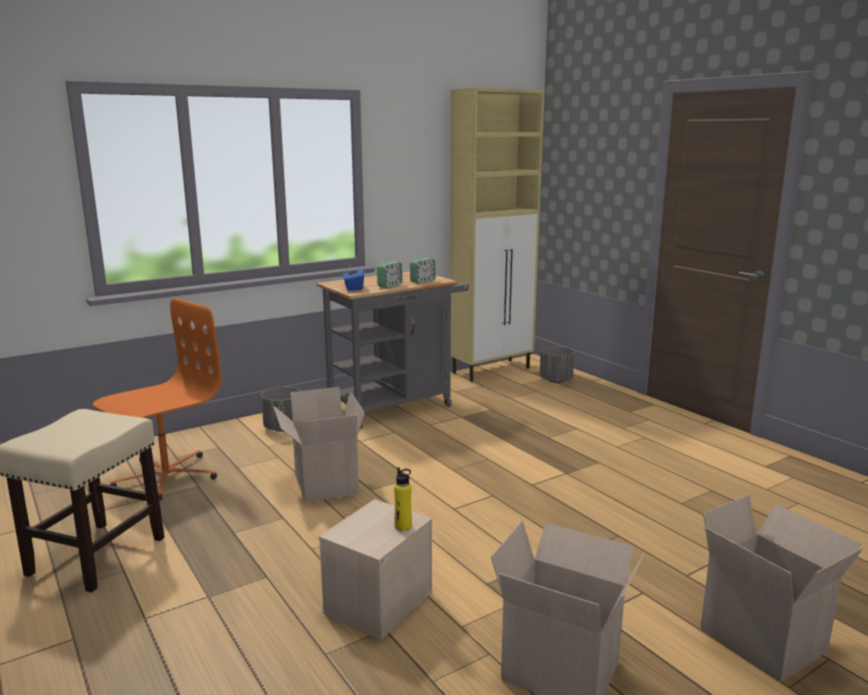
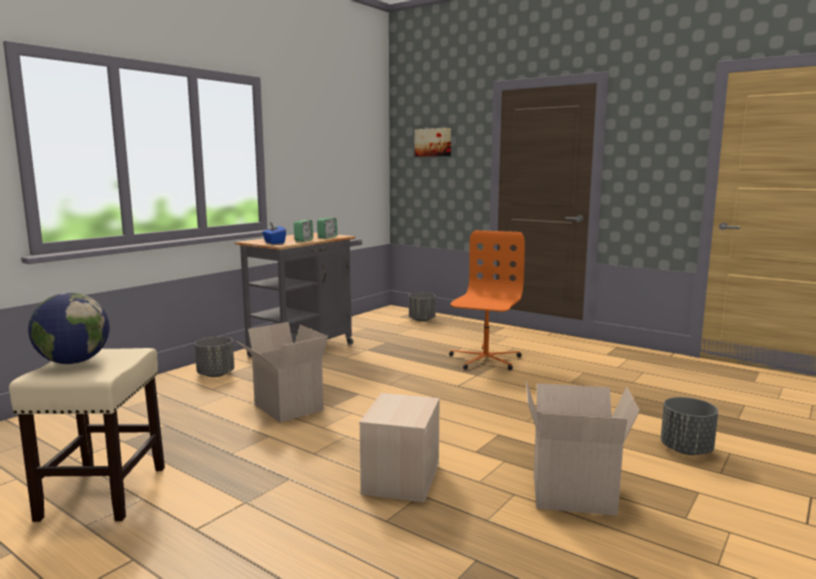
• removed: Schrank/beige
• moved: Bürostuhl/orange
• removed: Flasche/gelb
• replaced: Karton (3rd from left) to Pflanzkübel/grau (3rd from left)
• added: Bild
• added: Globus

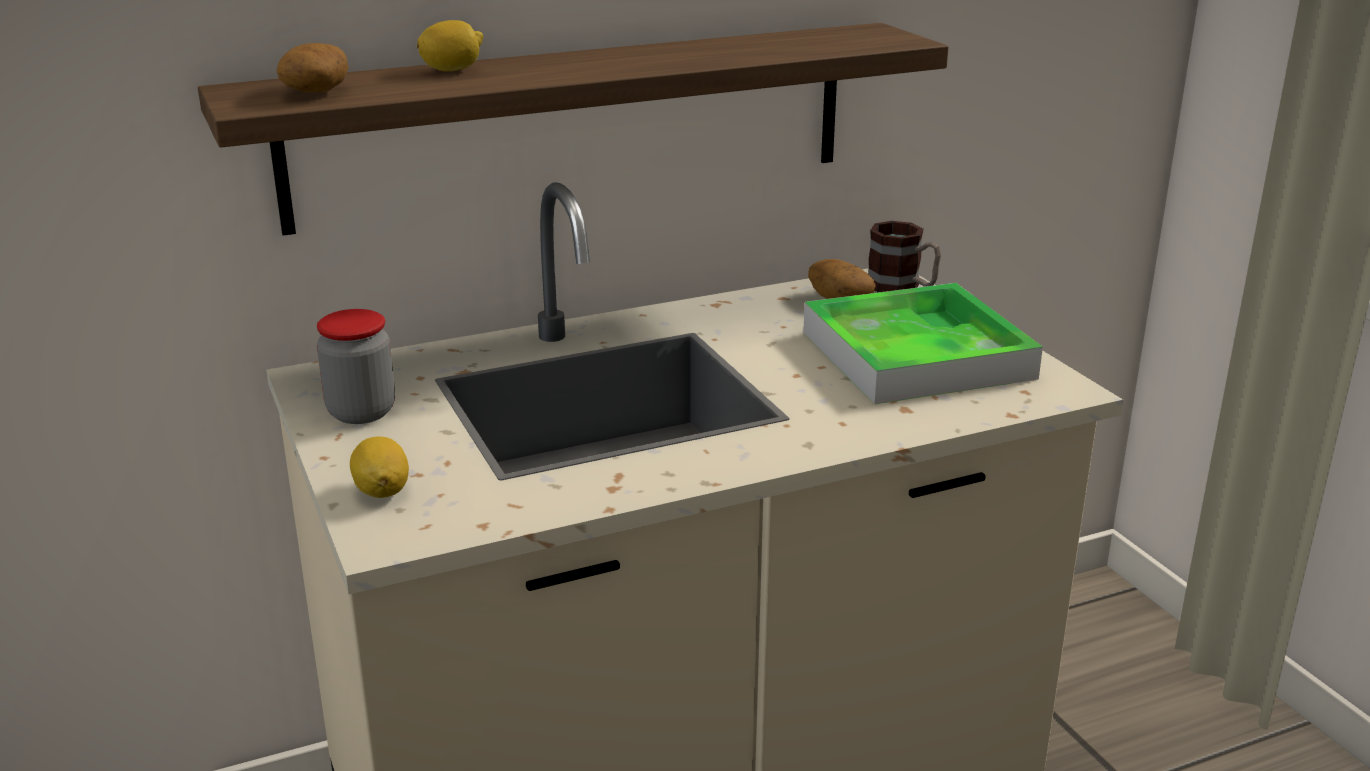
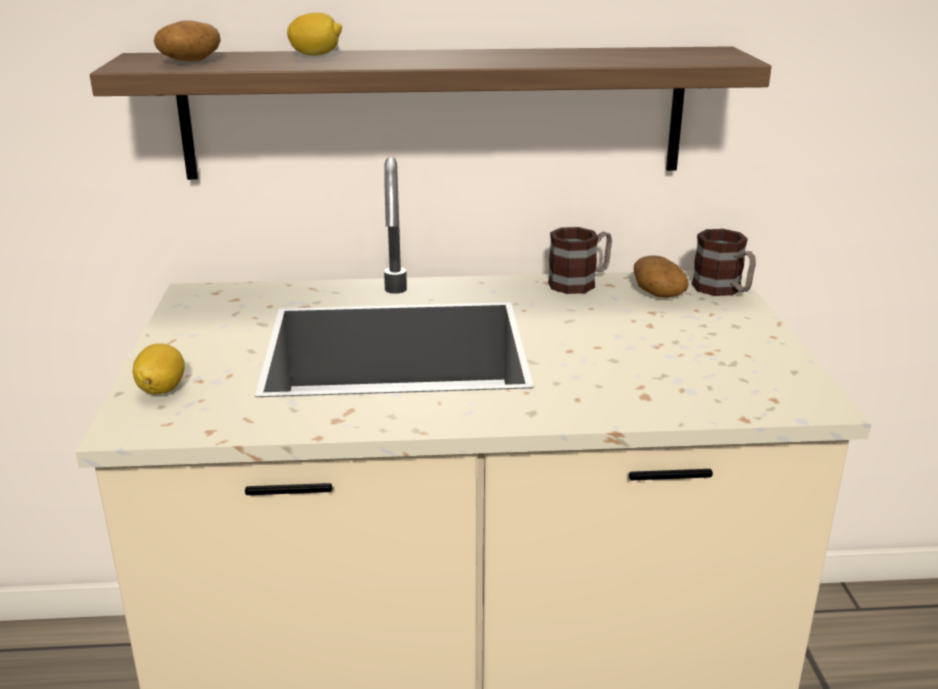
• removed: Tablett
• removed: Vorratsglas
• added: Henkelbecher (1st from left)

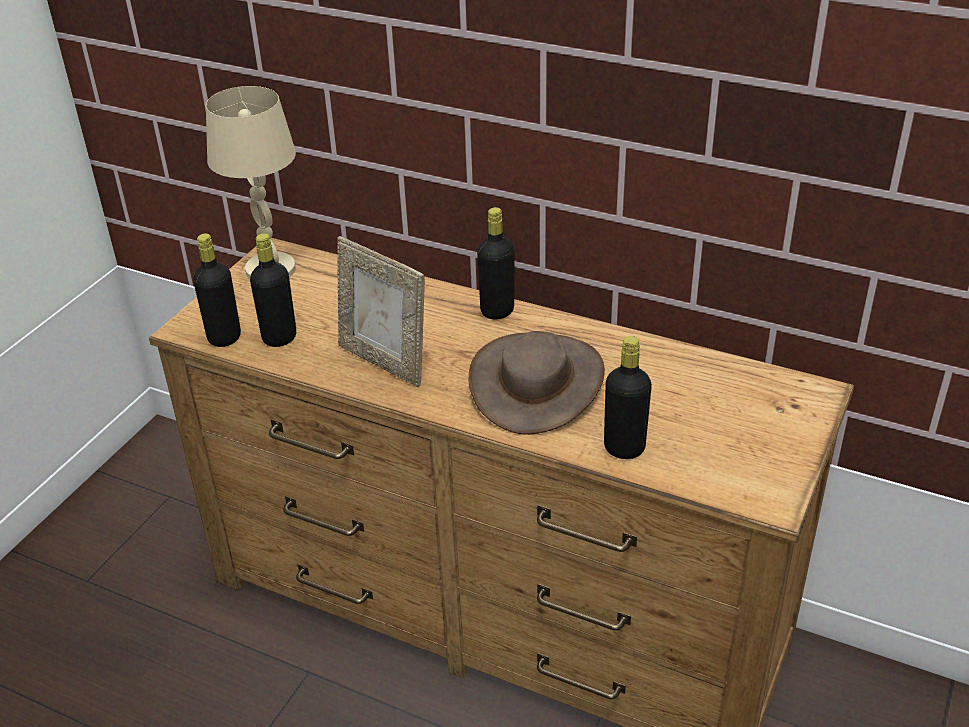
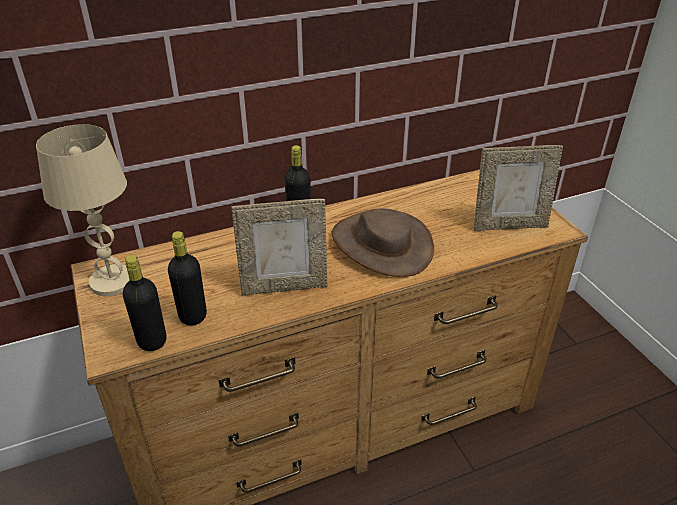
• removed: Flasche/schwarz (4th from left)
• added: Bilderrahmen (2nd from left)

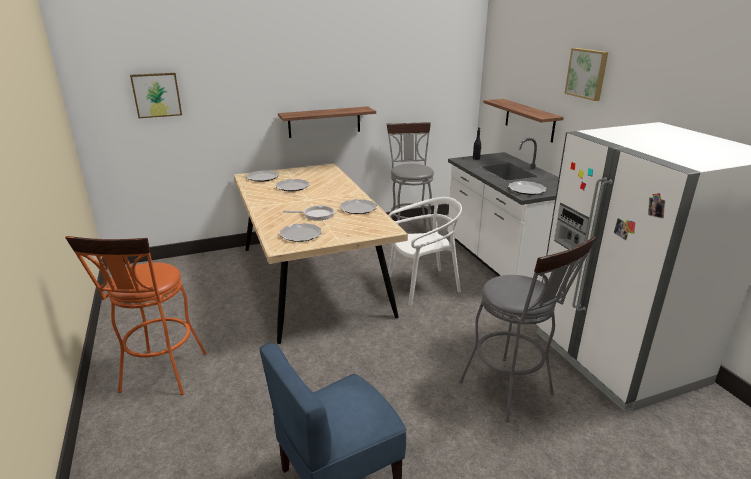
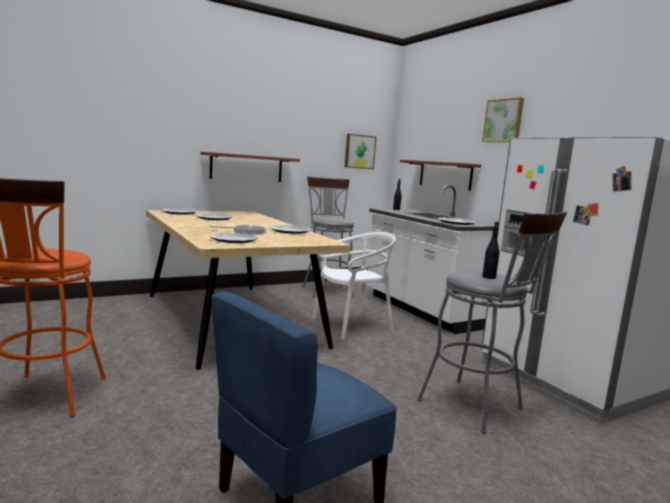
• moved: Bild (1st from left)
• added: Flasche/schwarz (2nd from left)

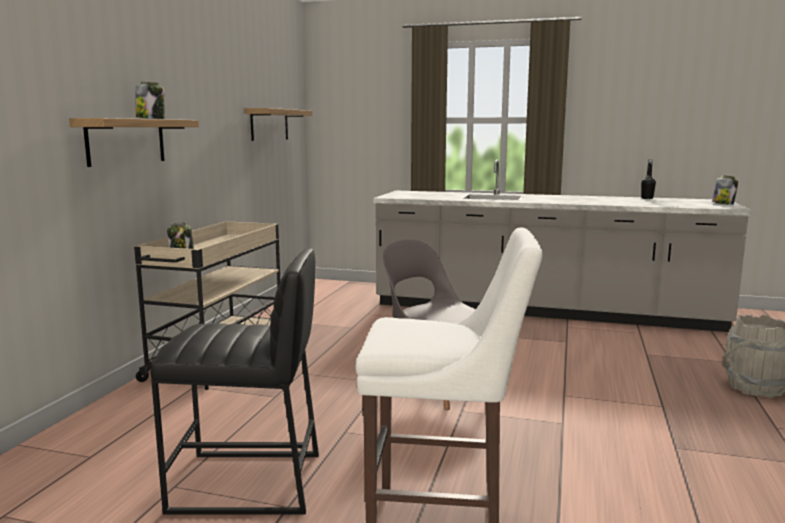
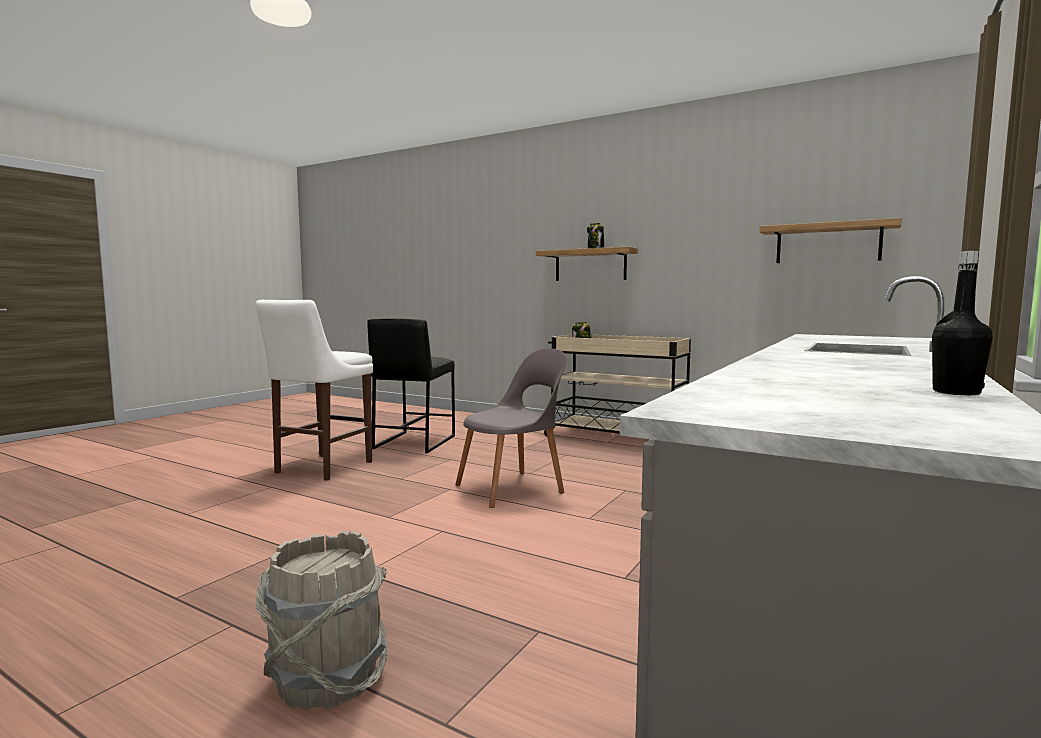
• removed: Vorratsglas (3rd from left)

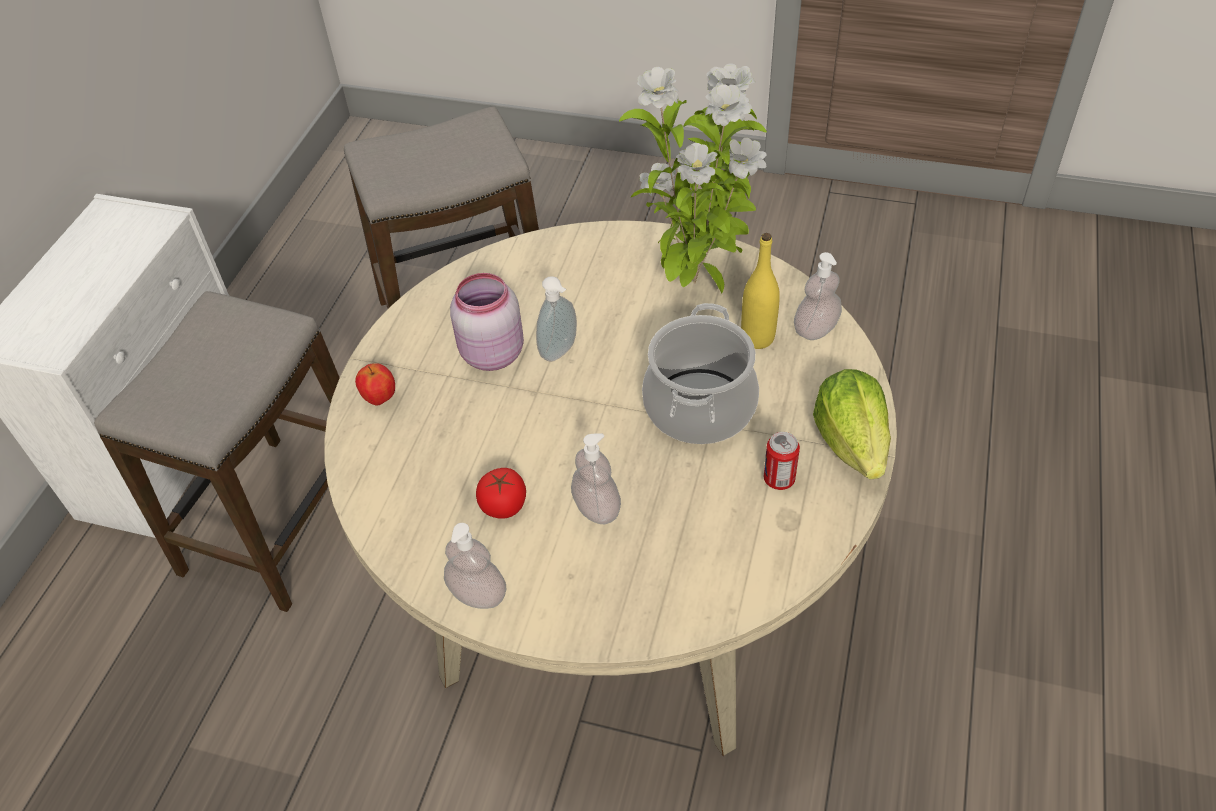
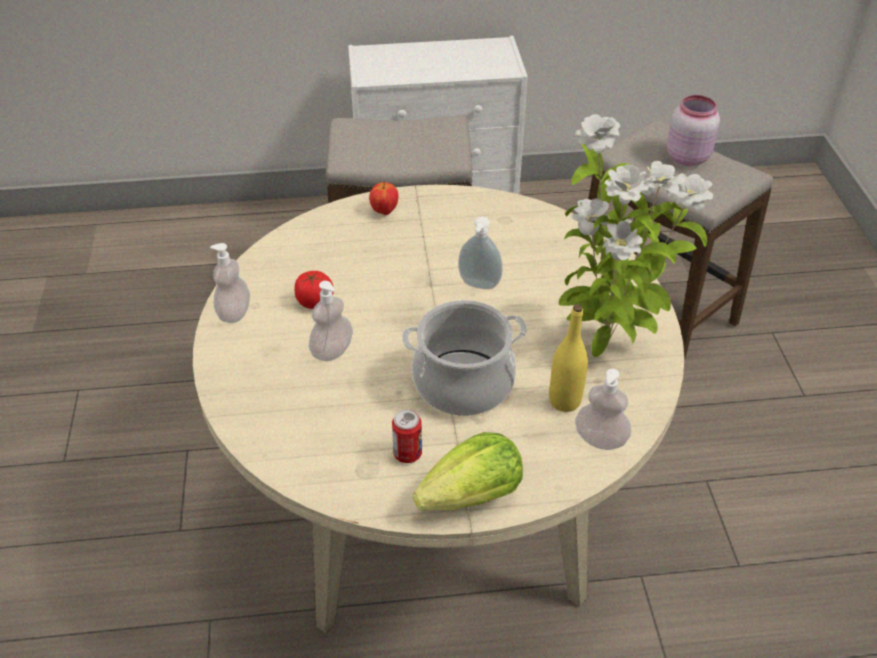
• moved: Vorratsglas/rosa

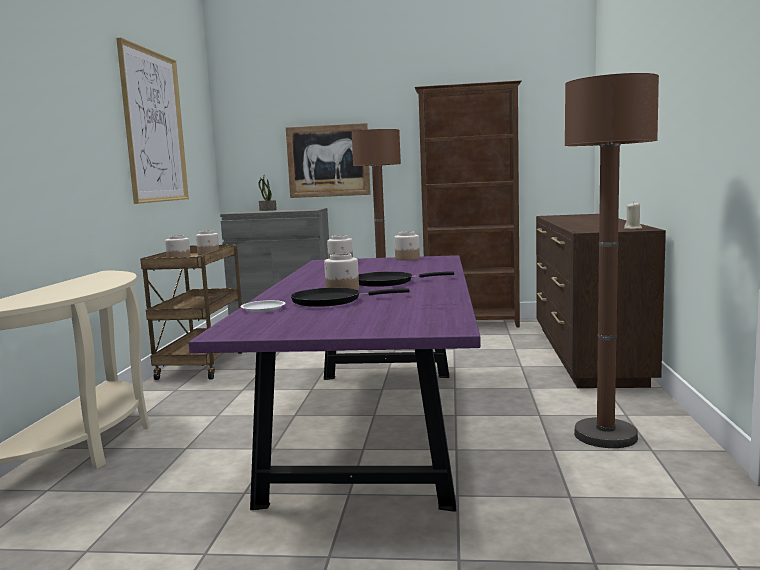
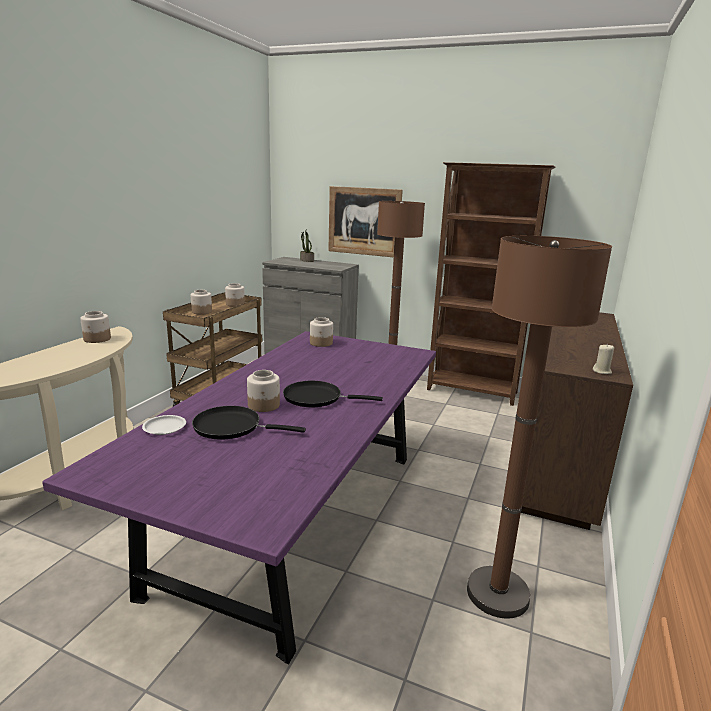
• removed: Bild (1st from left)
• moved: Vorratsglas (5th from left in the first image) to Vorratsglas (1st from left)

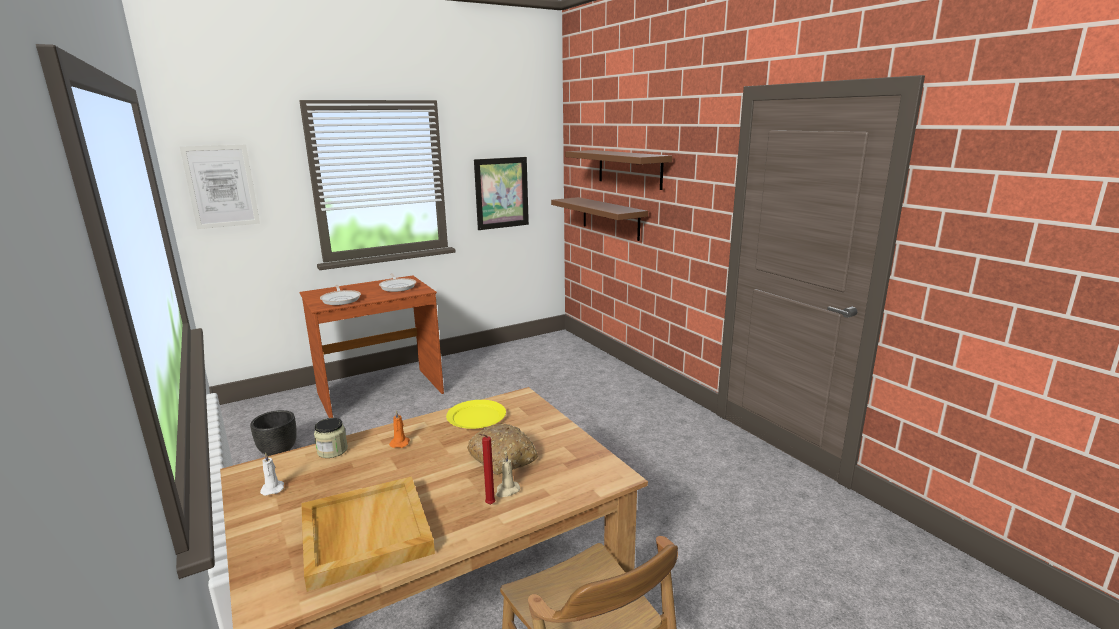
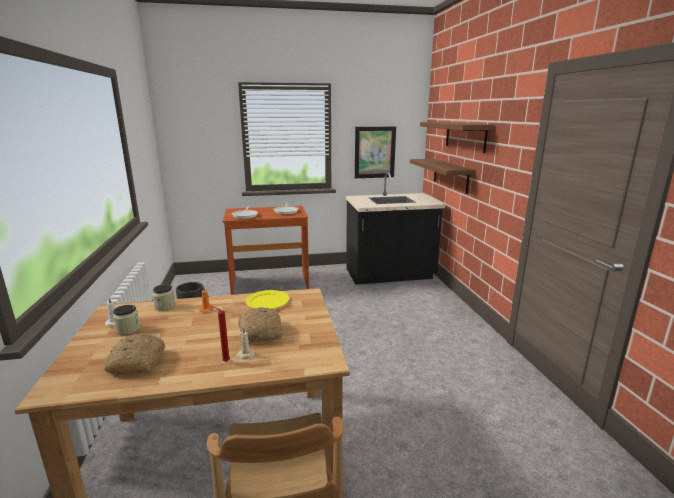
• removed: Bild (1st from left)
• replaced: Tablett/beige to Brot (1st from left)
• added: Küchenzeile/schwarz
• added: Vorratsglas (1st from left)

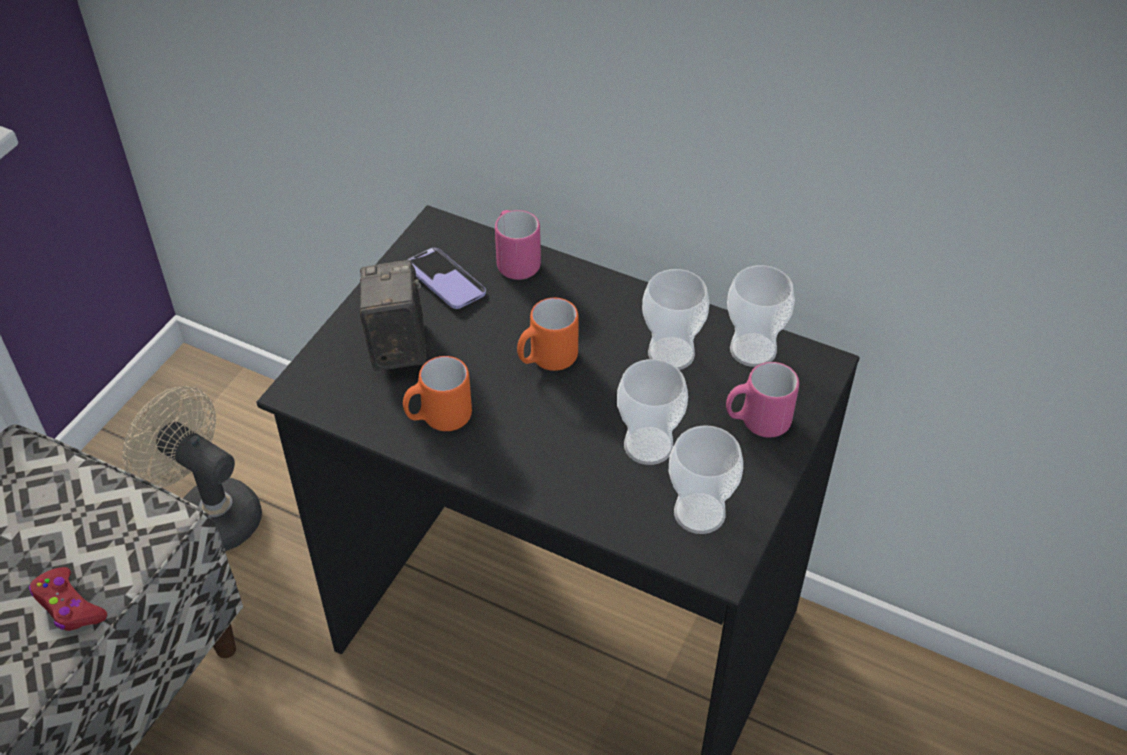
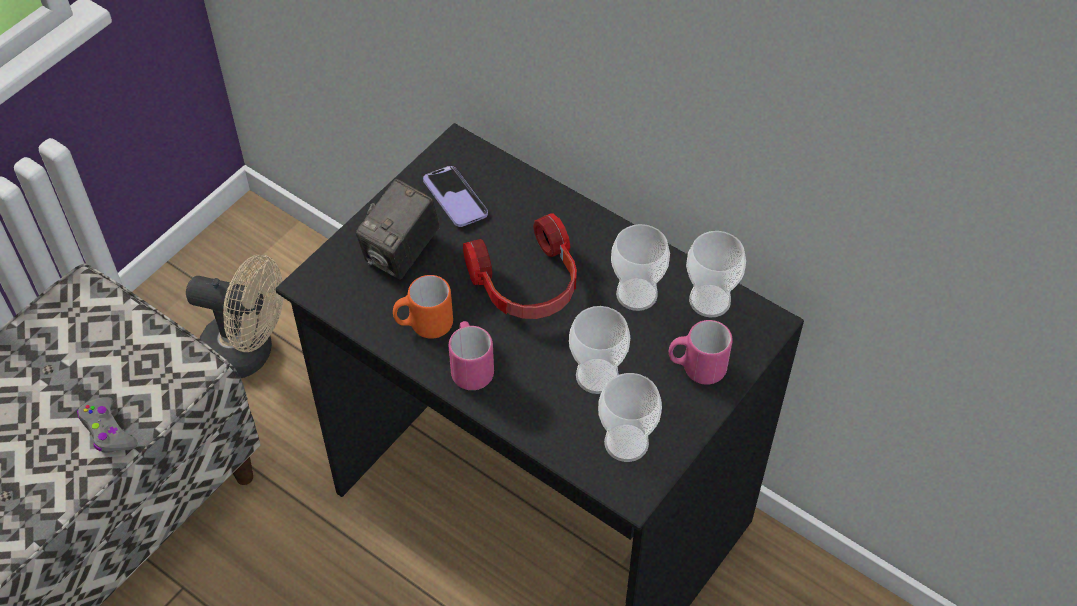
• moved: Henkelbecher/rosa (1st from left)
• turned: Kamera 150 degrees counterclockwise
• replaced: Henkelbecher/orange (2nd from left) to Kopfhörer
• turned: Ventilator/beige 150 degrees clockwise
• recoloured: Gamepad/rot to Gamepad/grau

